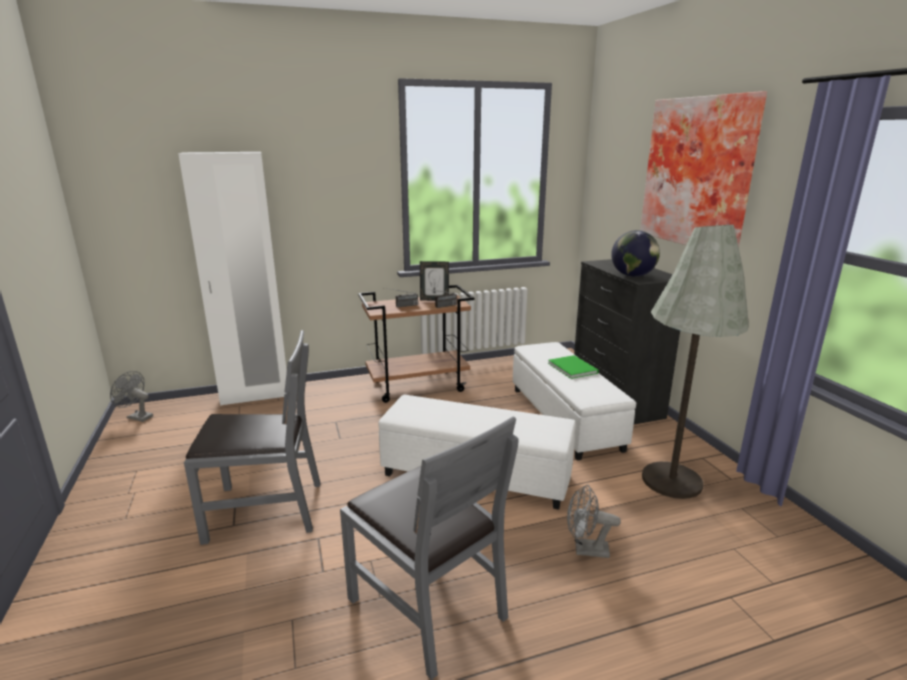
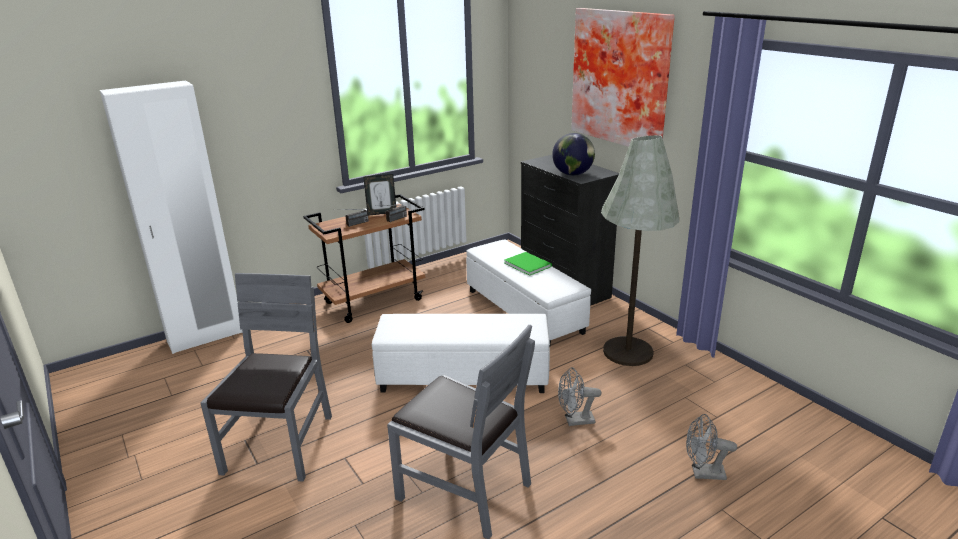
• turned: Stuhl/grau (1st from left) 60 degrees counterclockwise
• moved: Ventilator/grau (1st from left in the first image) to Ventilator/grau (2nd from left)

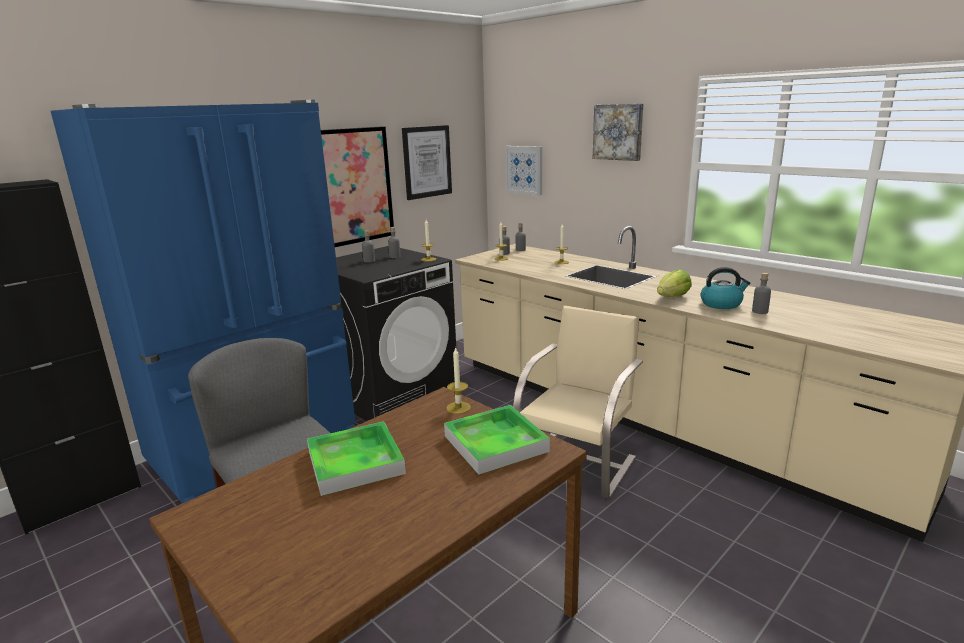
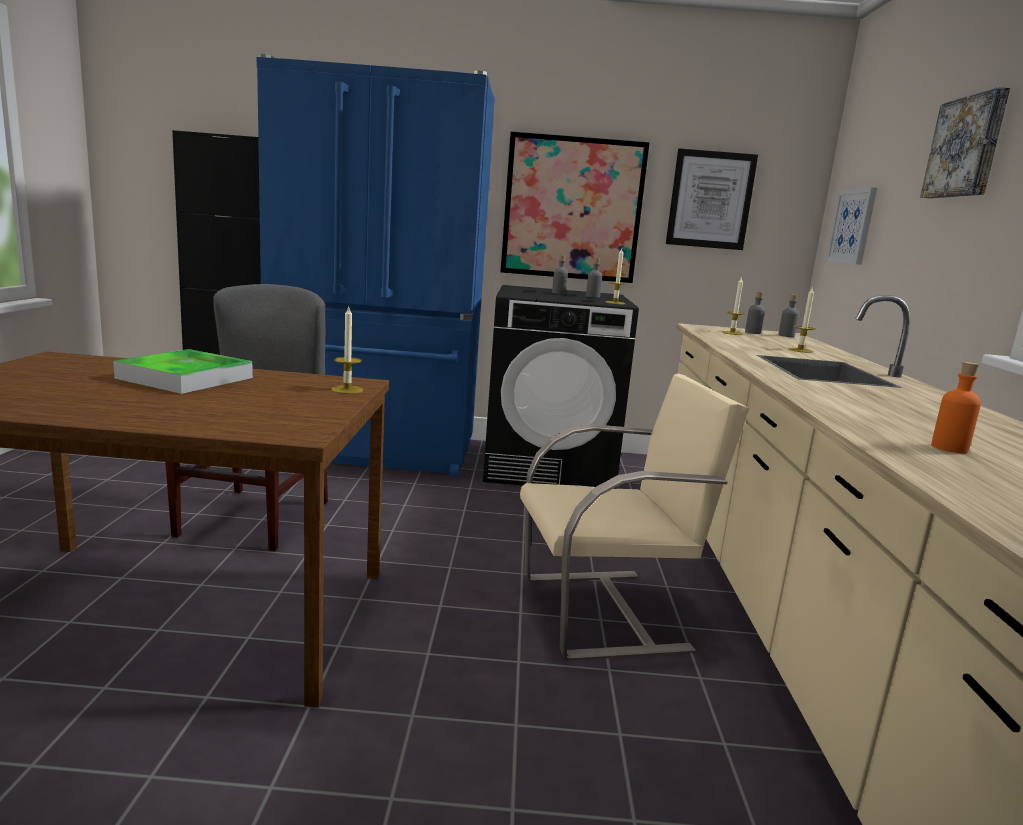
• removed: Wasserkessel
• removed: Salatkopf
• recoloured: Flasche/grau (5th from left) to Flasche/orange
• removed: Tablett (2nd from left)

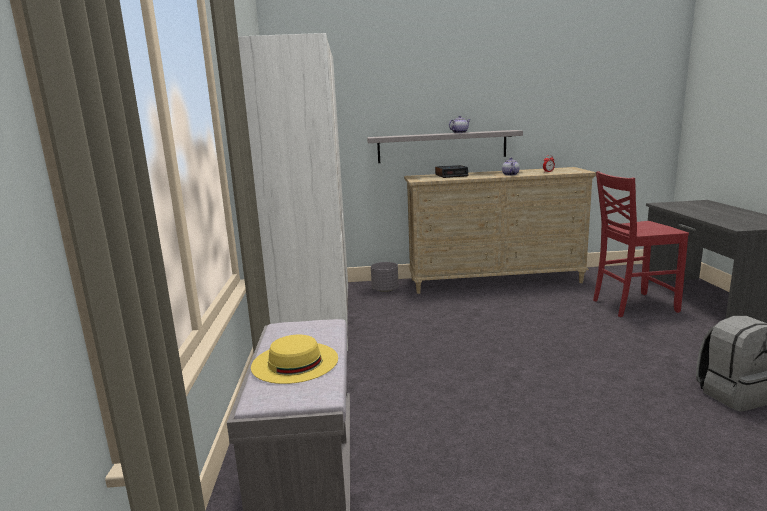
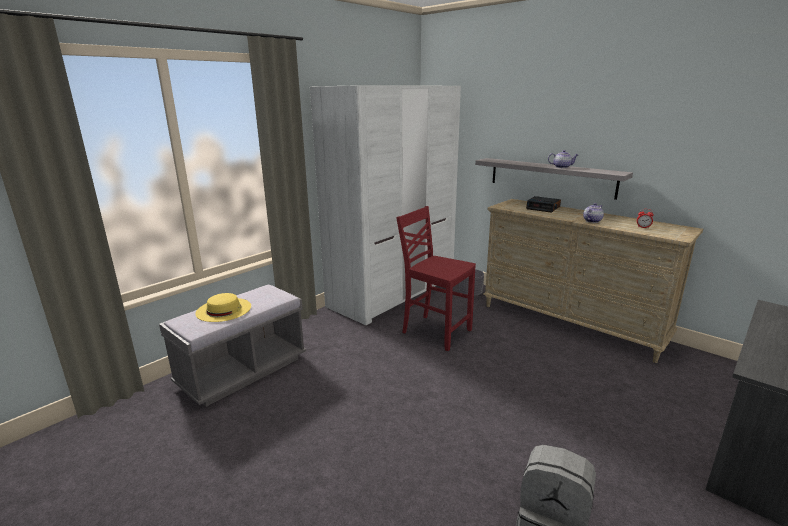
• moved: Stuhl/rot

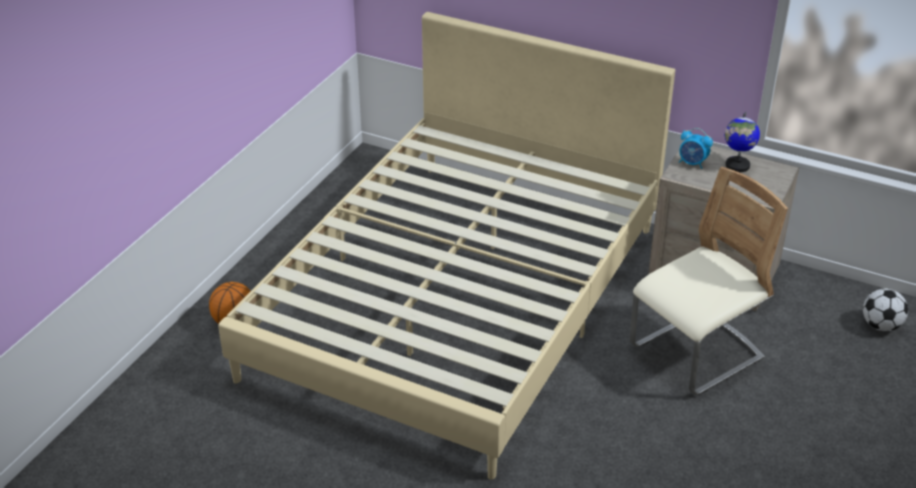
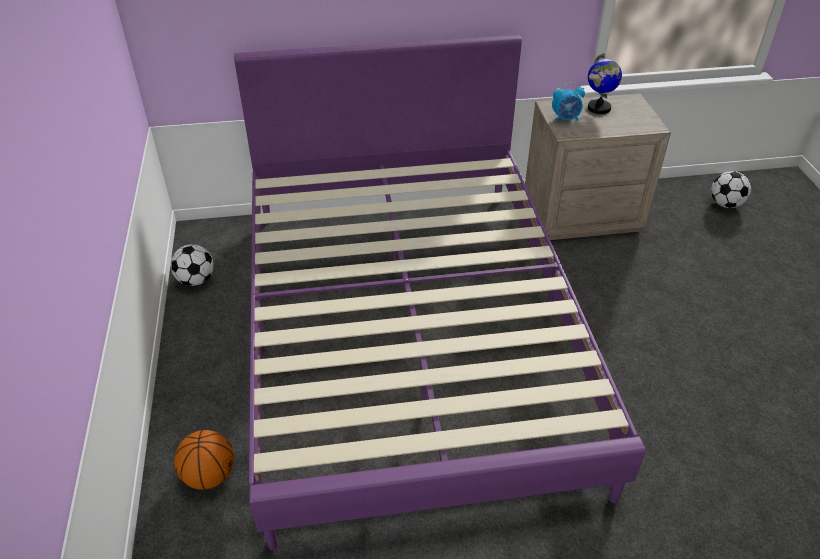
• recoloured: Bett/beige to Bett/lila
• removed: Stuhl/beige
• added: Fußball (1st from left)

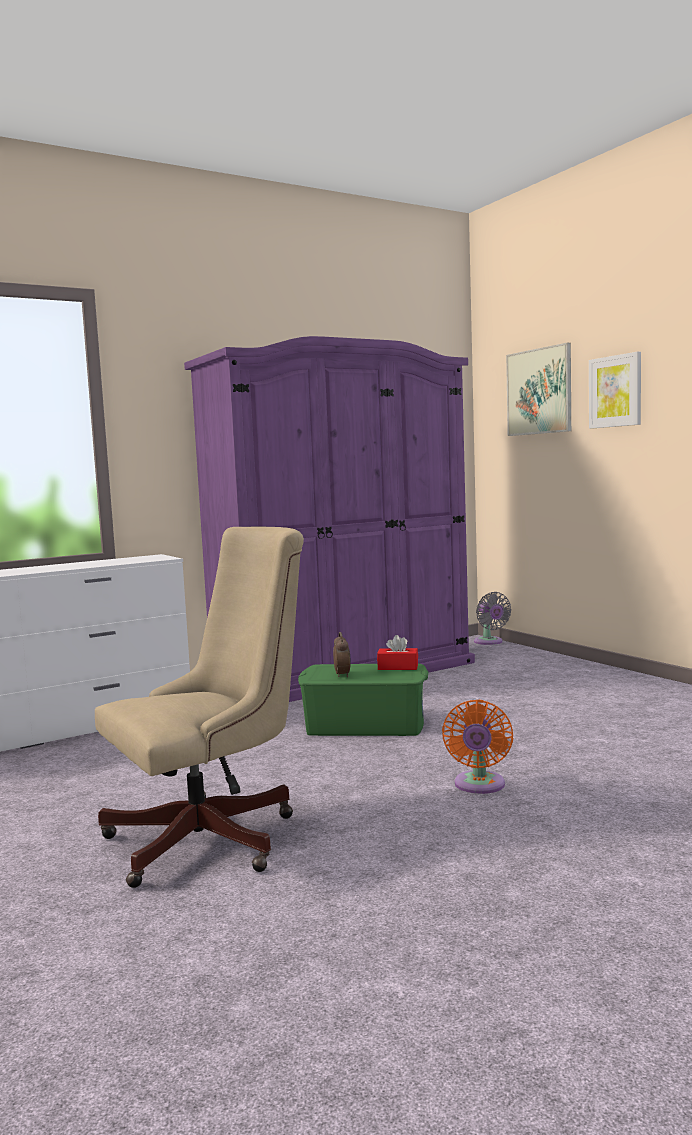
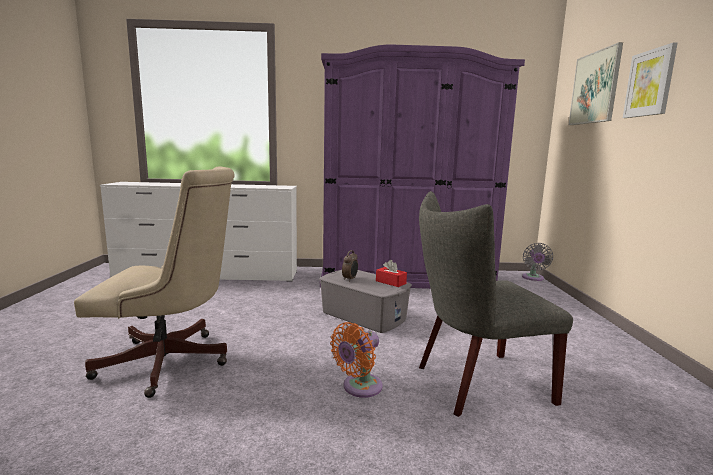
• recoloured: Aufbewahrungsbox/grün to Aufbewahrungsbox/grau
• added: Stuhl/grau

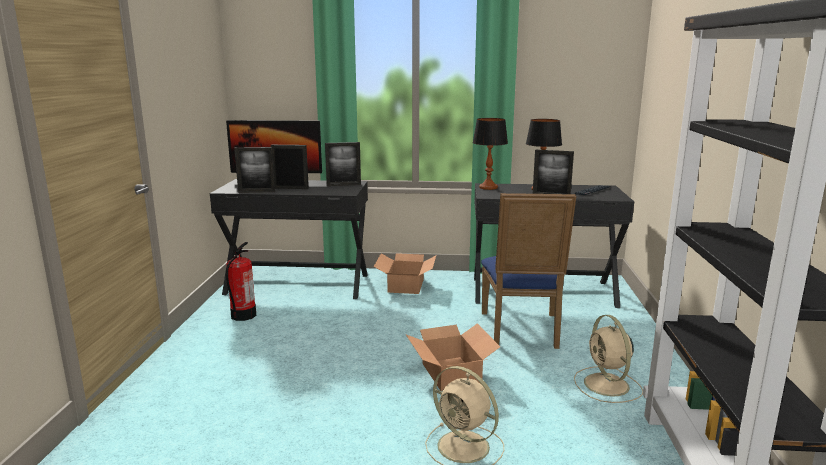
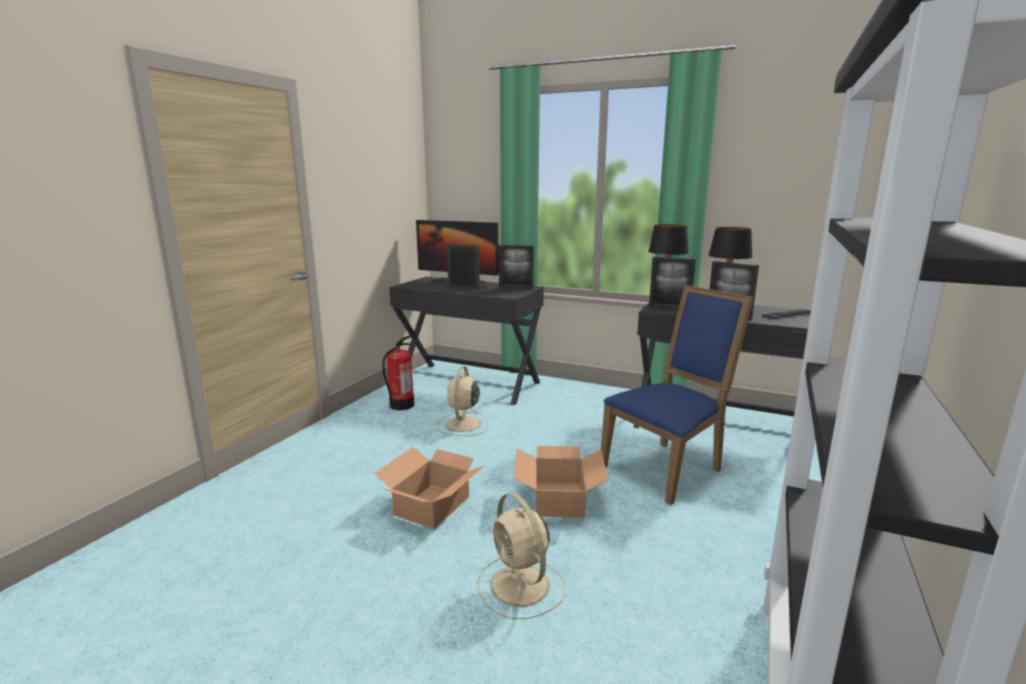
• moved: Bilderrahmen (1st from left in the first image) to Bilderrahmen (3rd from left)
• turned: Stuhl/blau 150 degrees counterclockwise
• moved: Karton (1st from left)
• moved: Ventilator/beige (2nd from left in the first image) to Ventilator/beige (1st from left)

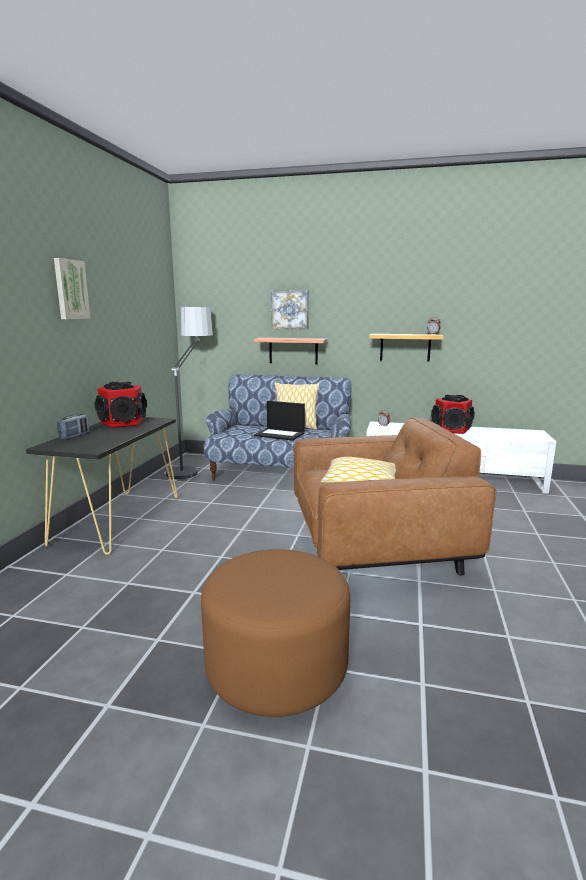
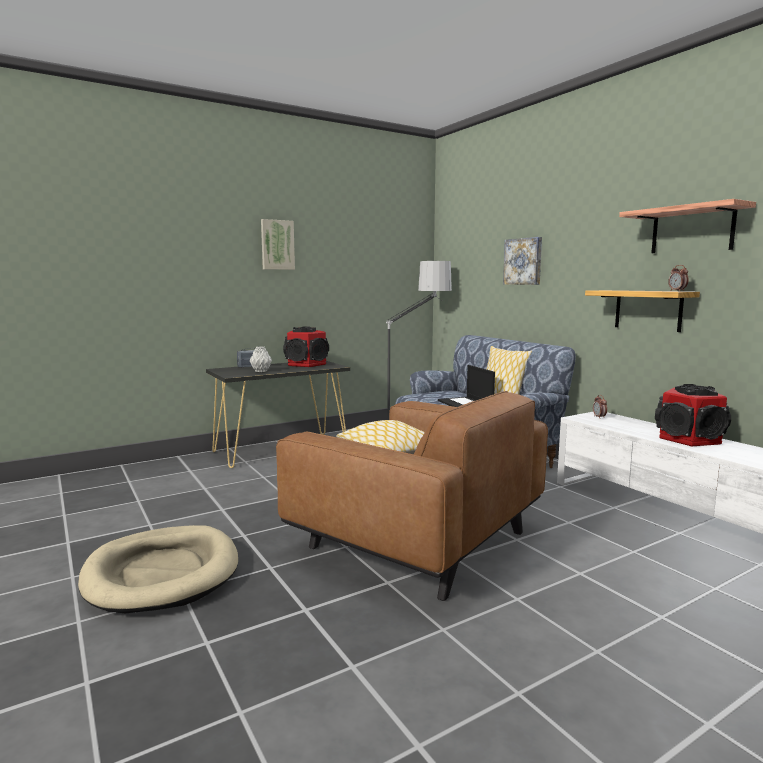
• moved: Wandregal (1st from left in the first image) to Wandregal (2nd from left)
• replaced: Polsterhocker/braun to Hundebett/beige
• added: Vase/grau

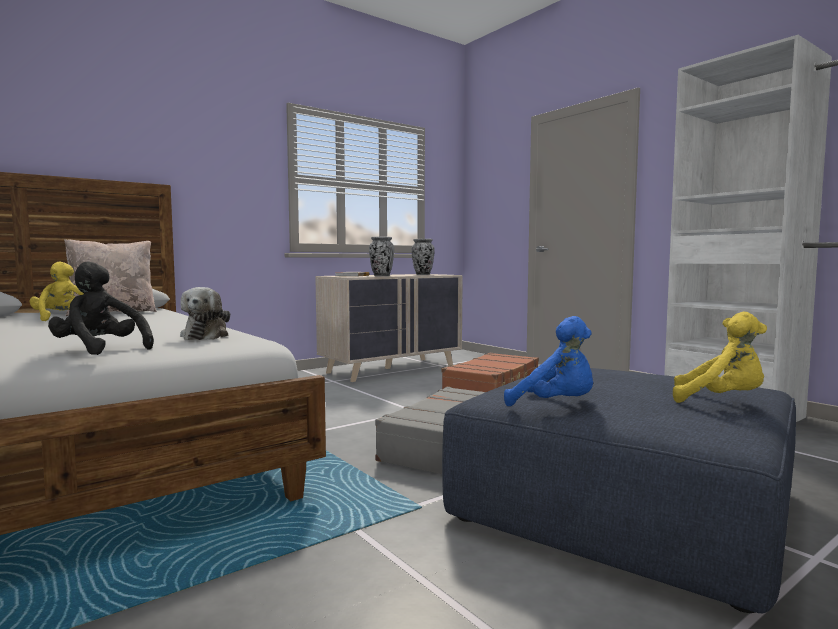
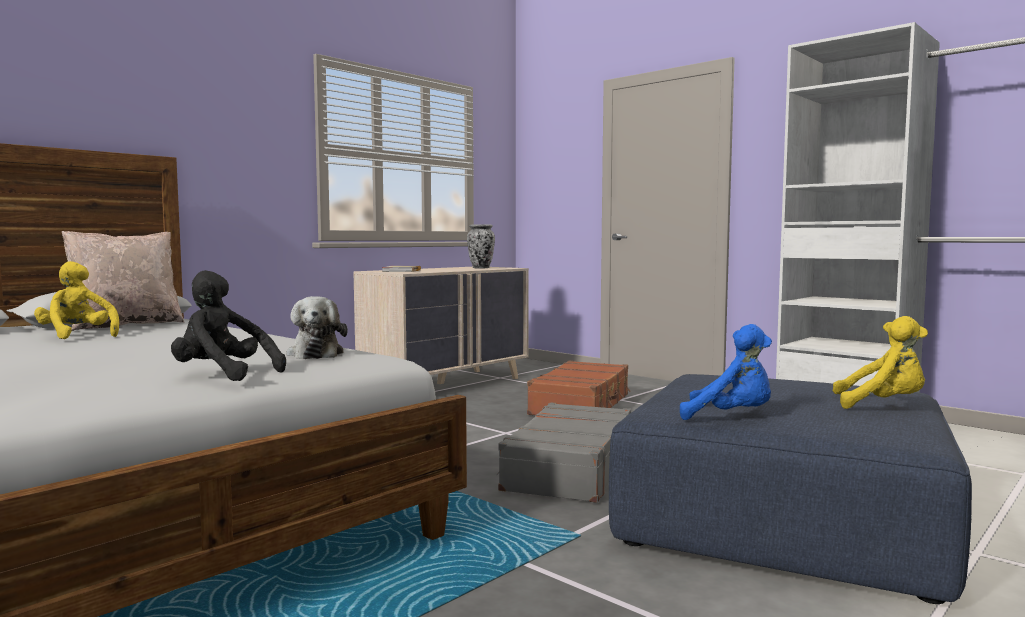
• removed: Vase (1st from left)

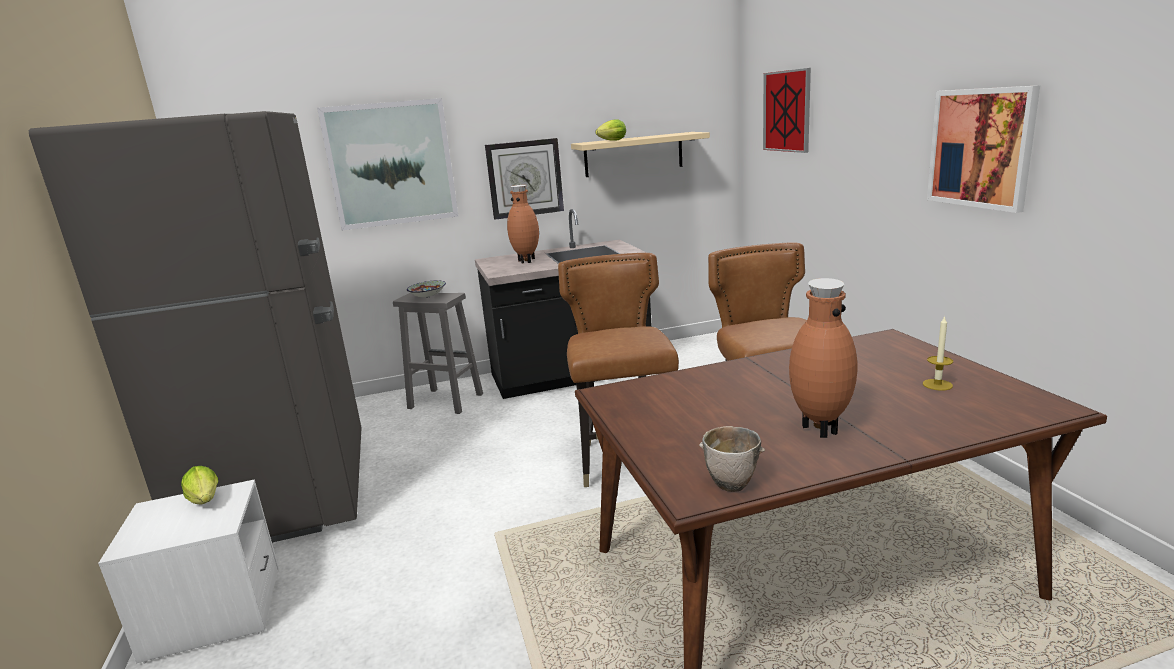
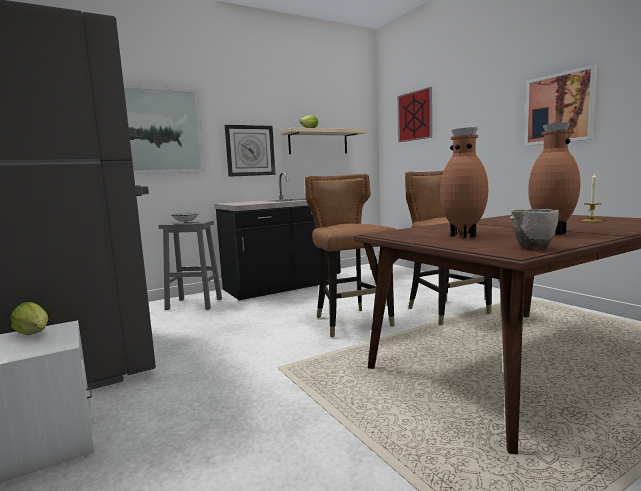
• moved: Vase/braun (1st from left)

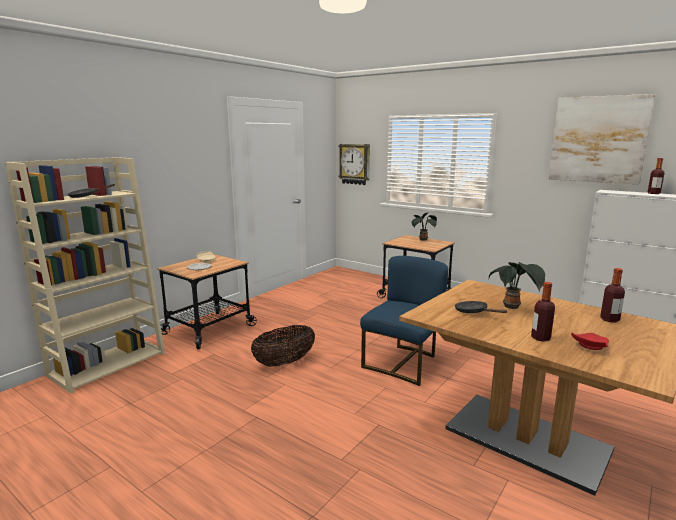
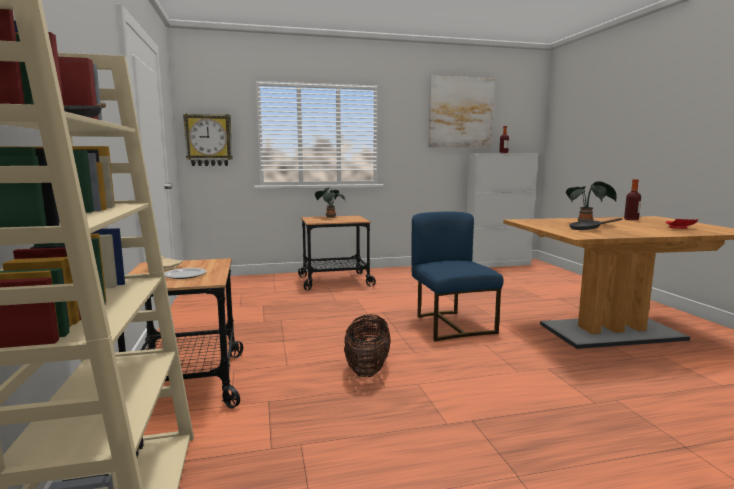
• removed: Flasche (1st from left)

